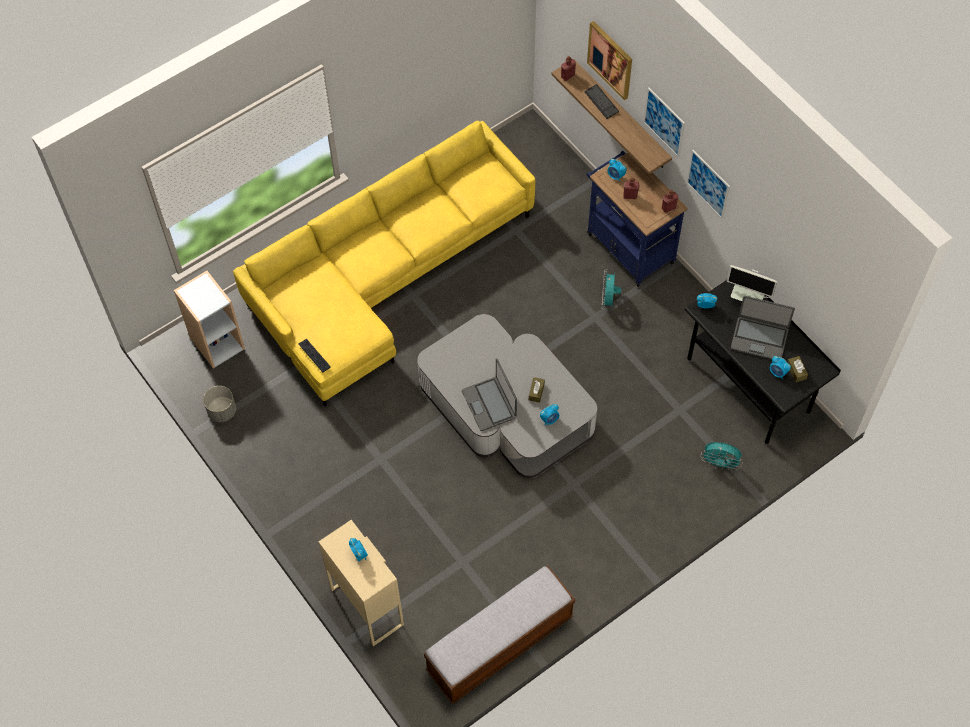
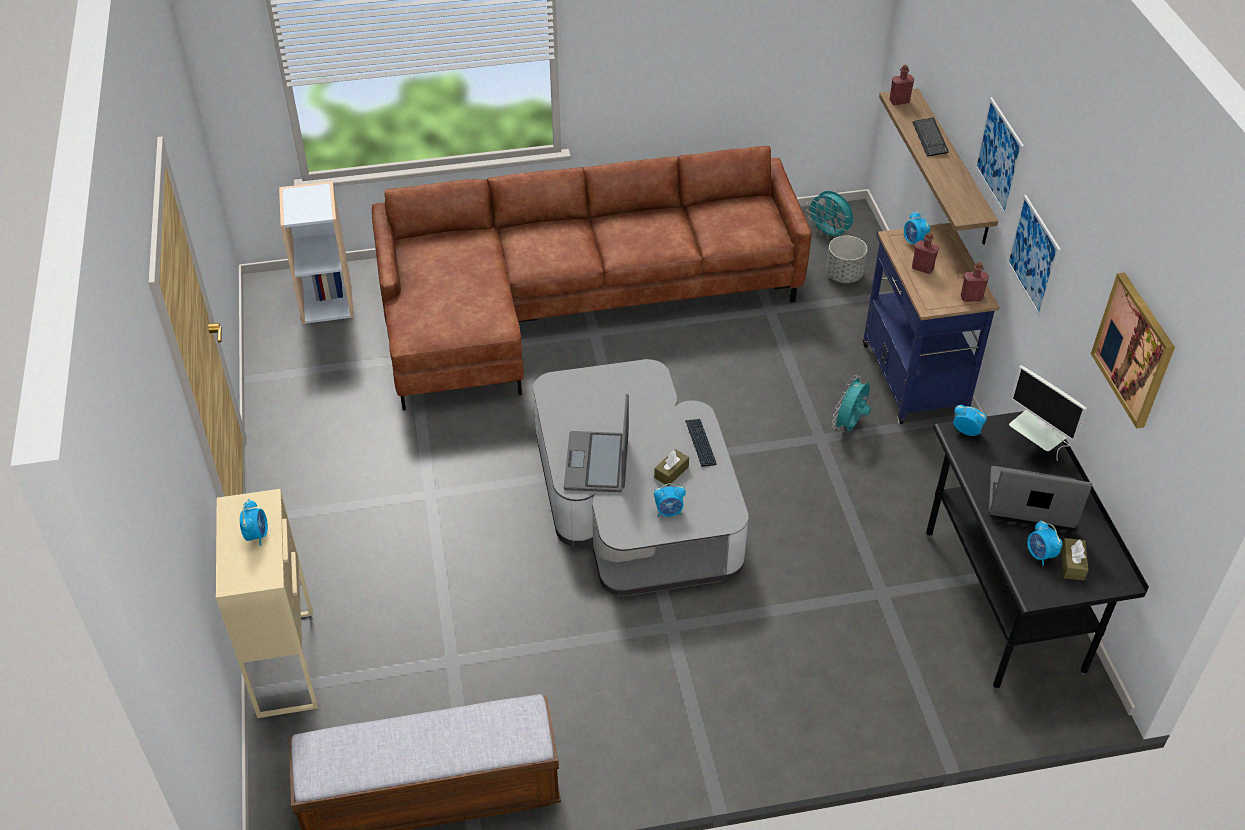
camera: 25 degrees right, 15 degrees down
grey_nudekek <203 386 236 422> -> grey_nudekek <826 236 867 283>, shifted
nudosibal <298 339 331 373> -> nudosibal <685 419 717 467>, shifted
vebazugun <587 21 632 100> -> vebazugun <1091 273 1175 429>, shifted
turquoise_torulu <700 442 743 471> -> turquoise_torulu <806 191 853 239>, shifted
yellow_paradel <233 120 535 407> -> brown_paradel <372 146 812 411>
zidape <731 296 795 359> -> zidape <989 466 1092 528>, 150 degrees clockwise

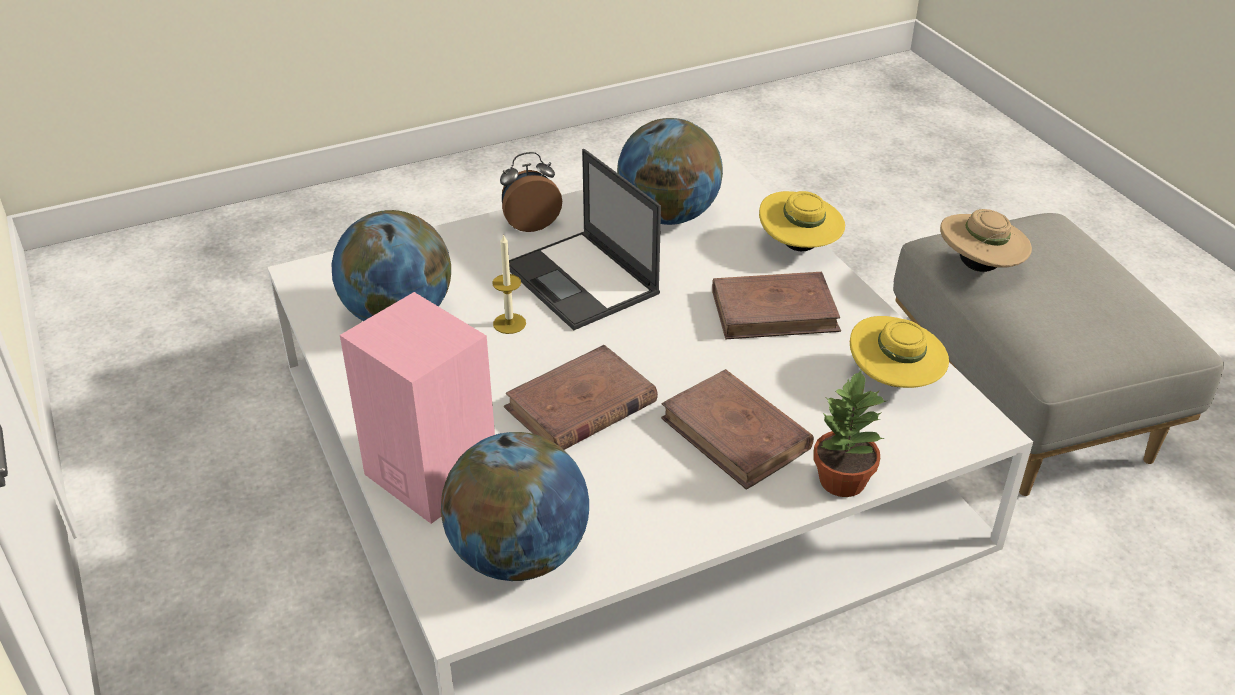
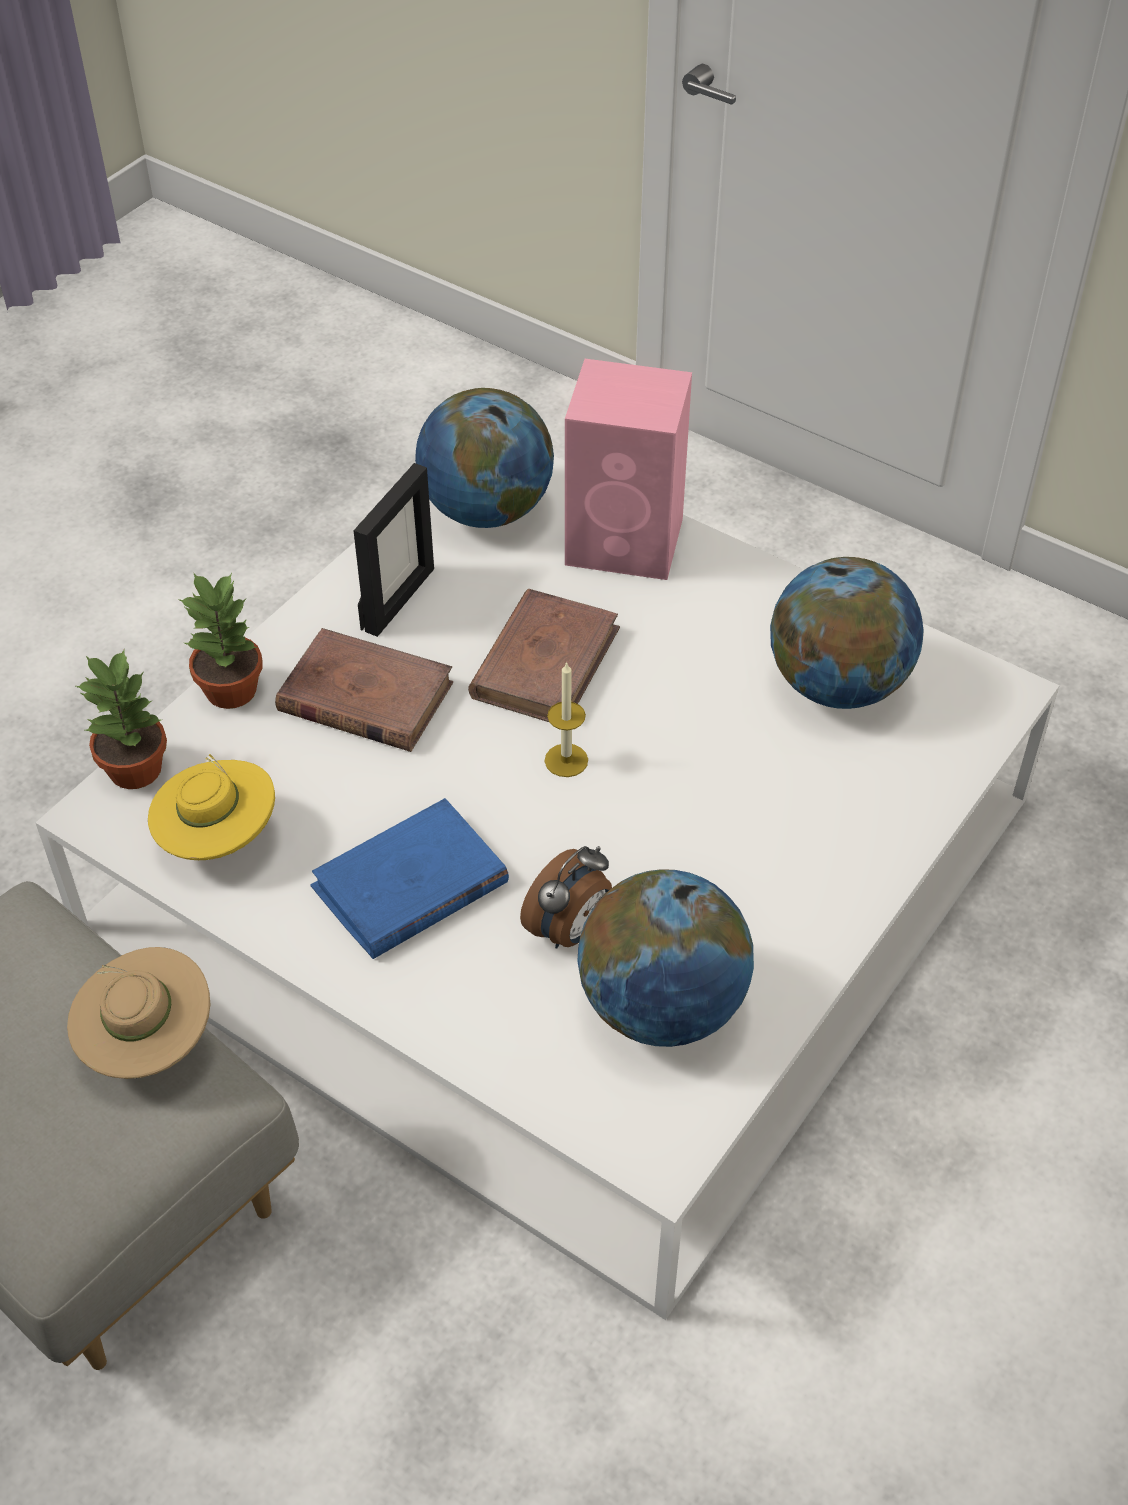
camera: 150 degrees right, 10 degrees up
zidape <509 149 661 330> -> none
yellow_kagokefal <759 191 845 251> -> none
none -> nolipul <76 648 167 789>
none -> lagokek <354 463 434 637>
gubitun <492 234 526 334> -> gubitun <545 661 588 777>, shifted
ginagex <500 152 562 232> -> ginagex <520 846 612 949>, shifted
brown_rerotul <712 272 841 339> -> blue_rerotul <310 798 509 959>

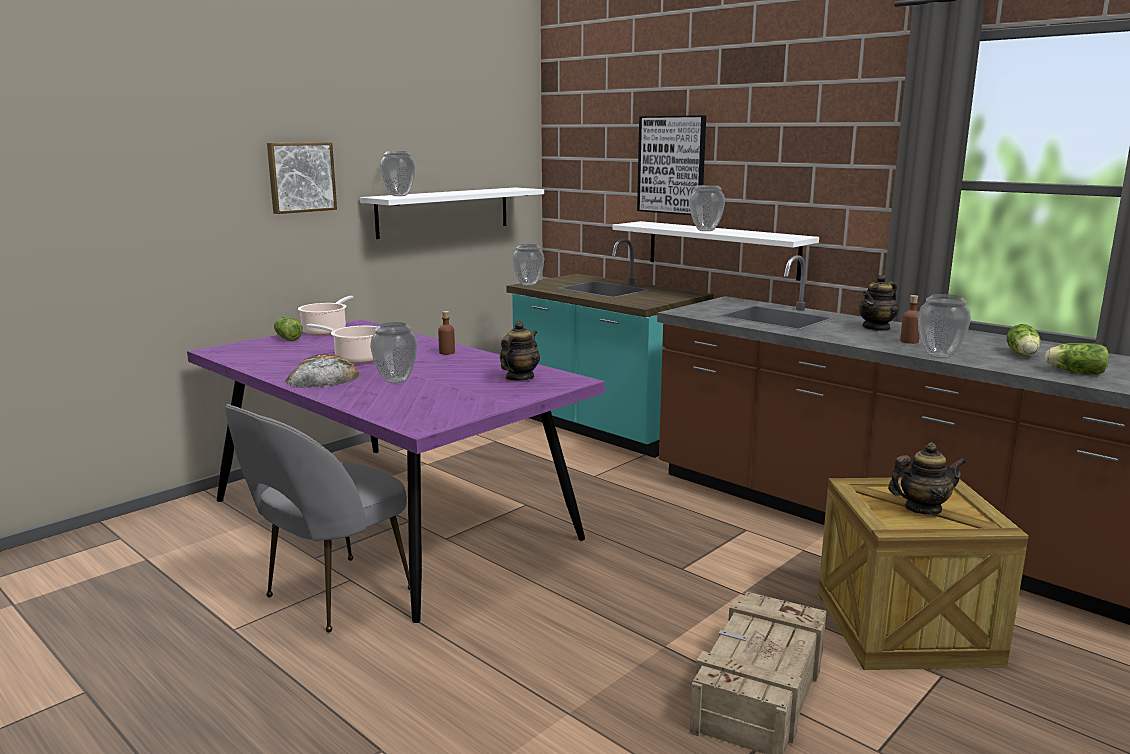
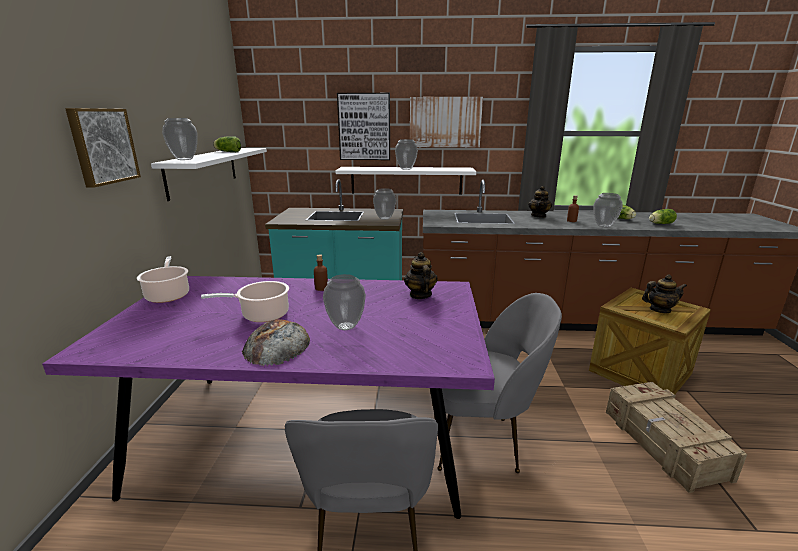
camera: 40 degrees left, 5 degrees up
none -> vebazugun <410 97 483 147>
none -> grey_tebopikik <437 293 562 473>
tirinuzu <274 317 303 341> -> tirinuzu <213 136 241 152>, shifted
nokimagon <512 244 544 286> -> nokimagon <373 188 396 220>, shifted
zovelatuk <888 442 966 515> -> zovelatuk <642 274 687 313>, 45 degrees clockwise

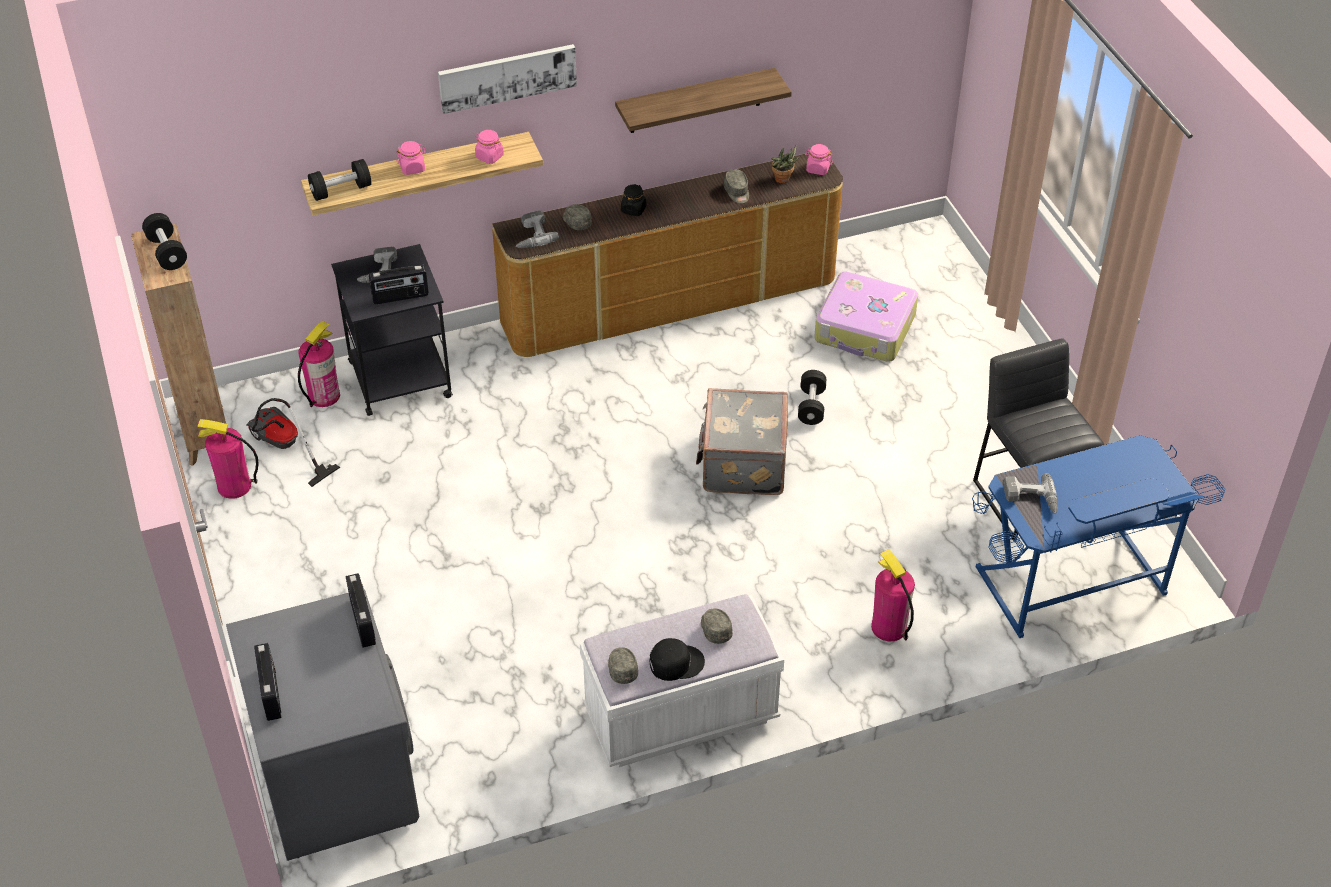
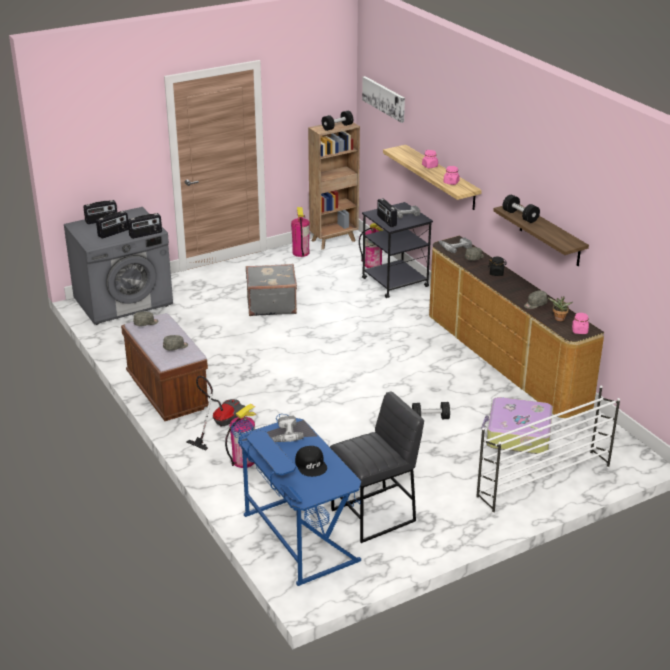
camera: 80 degrees right, 15 degrees down
none -> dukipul <96 211 128 239>
none -> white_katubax <476 385 620 514>
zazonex <246 398 341 487> -> zazonex <187 376 245 451>, shifted
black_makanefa <308 159 371 201> -> black_makanefa <503 195 540 223>, shifted
vebazugun <438 44 577 114> -> vebazugun <362 76 405 123>, shifted
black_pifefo <649 638 705 681> -> black_pifefo <295 446 327 477>, shifted
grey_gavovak <696 388 788 495> -> grey_gavovak <246 264 297 316>, shifted
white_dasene <580 594 784 767> -> brown_dasene <121 313 209 421>

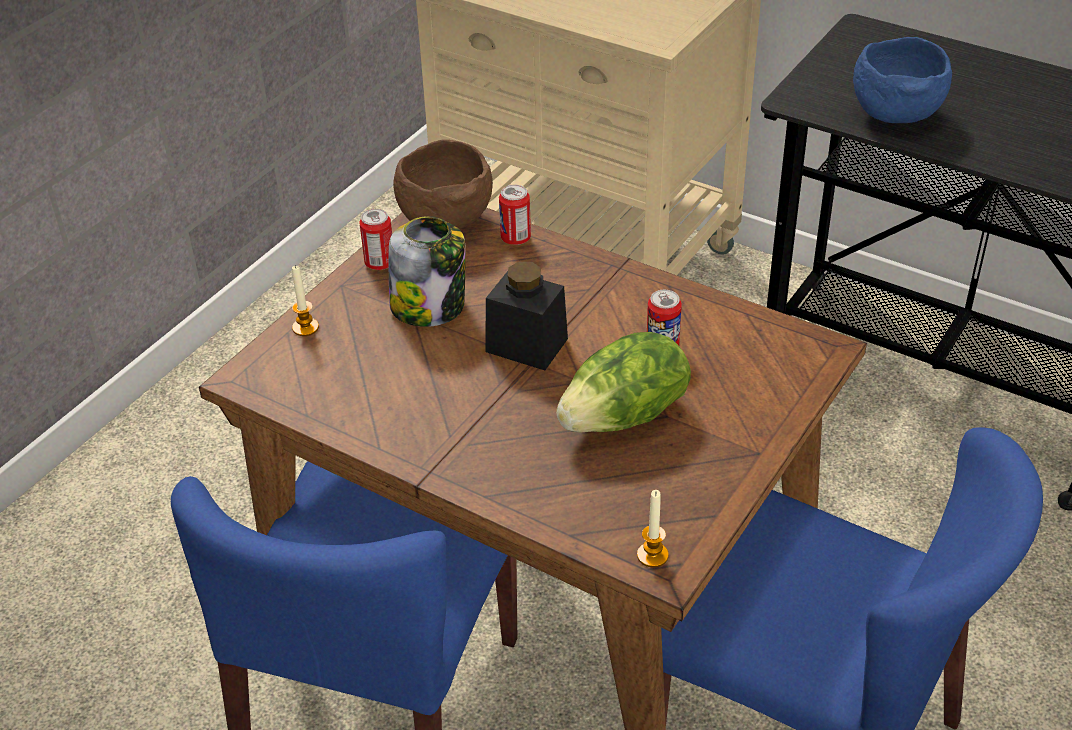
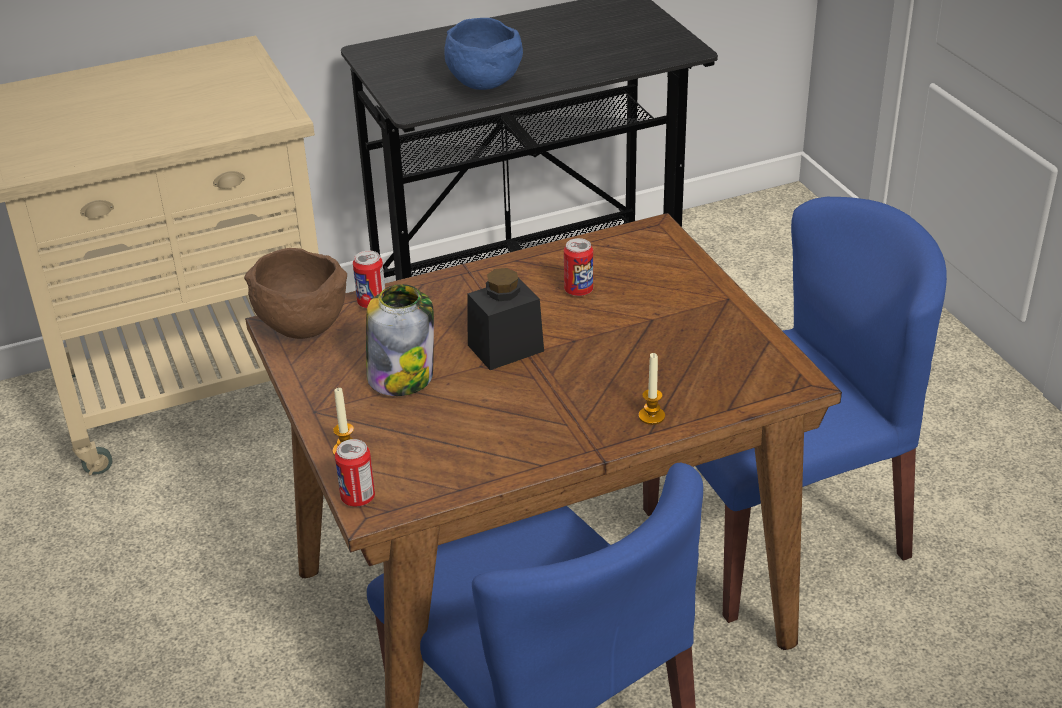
camera: 55 degrees left, 5 degrees down
tirinuzu <556 332 691 432> -> none
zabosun <359 209 392 270> -> zabosun <335 439 375 507>, shifted
gubitun <637 490 669 568> -> gubitun <639 353 665 425>, shifted

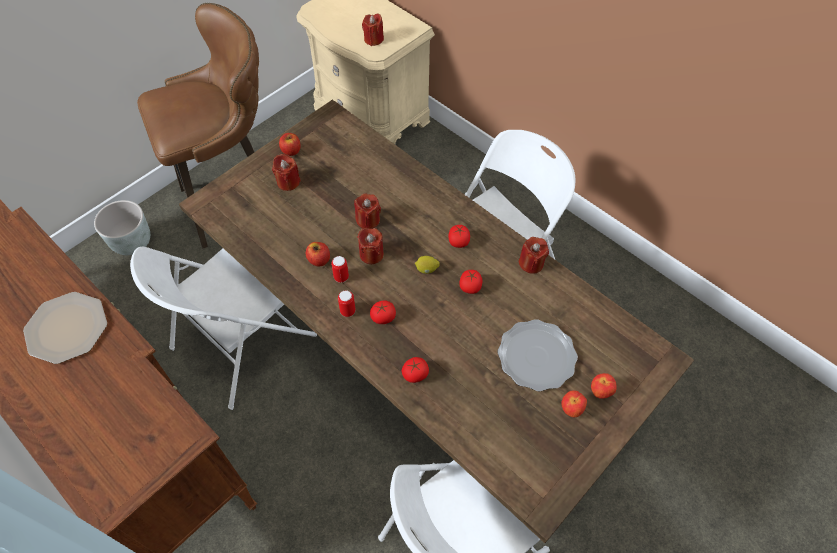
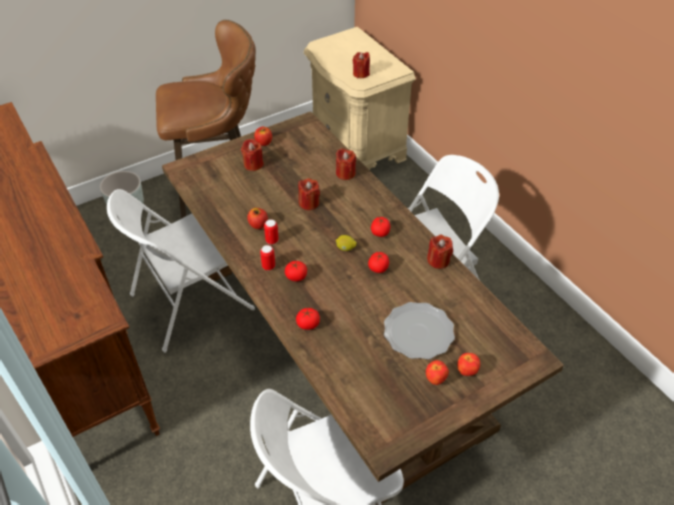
camera: 15 degrees right, 10 degrees down
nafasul <23 292 107 364> -> none
red_gubitun <357 228 384 264> -> red_gubitun <336 148 356 180>, shifted

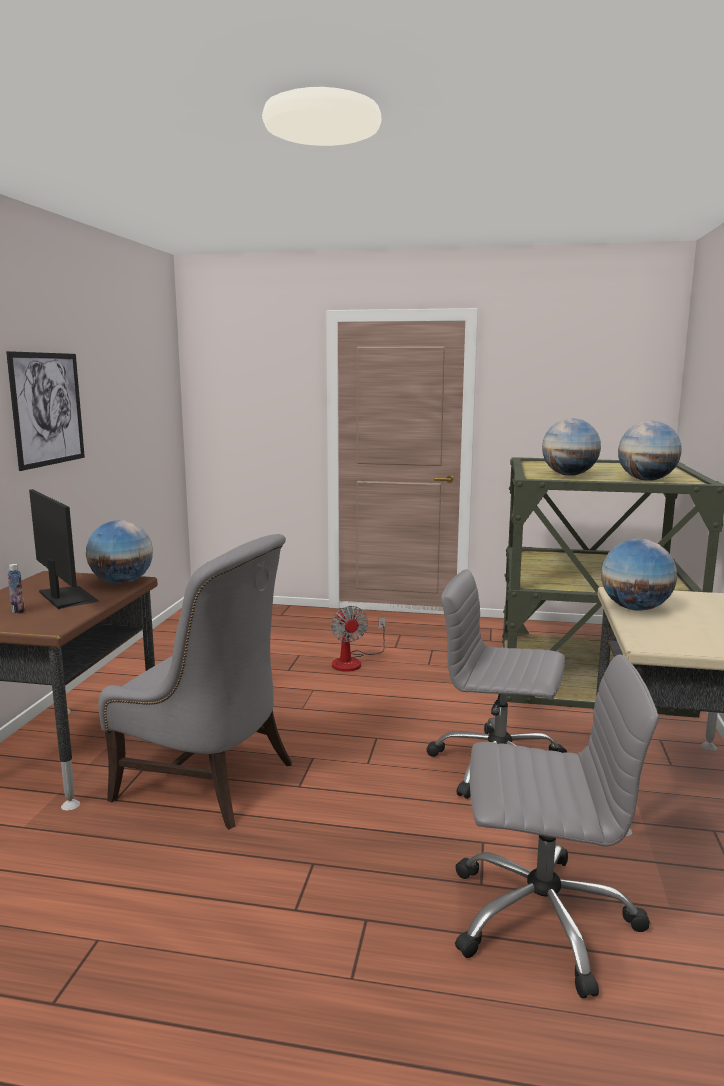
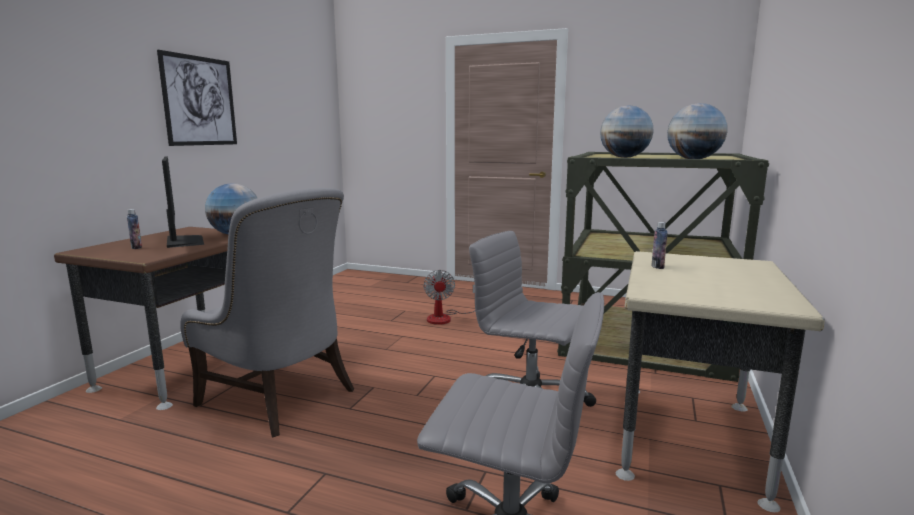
camera: 10 degrees right, 0 degrees up
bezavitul <601 539 677 611> -> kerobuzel <651 222 668 269>

